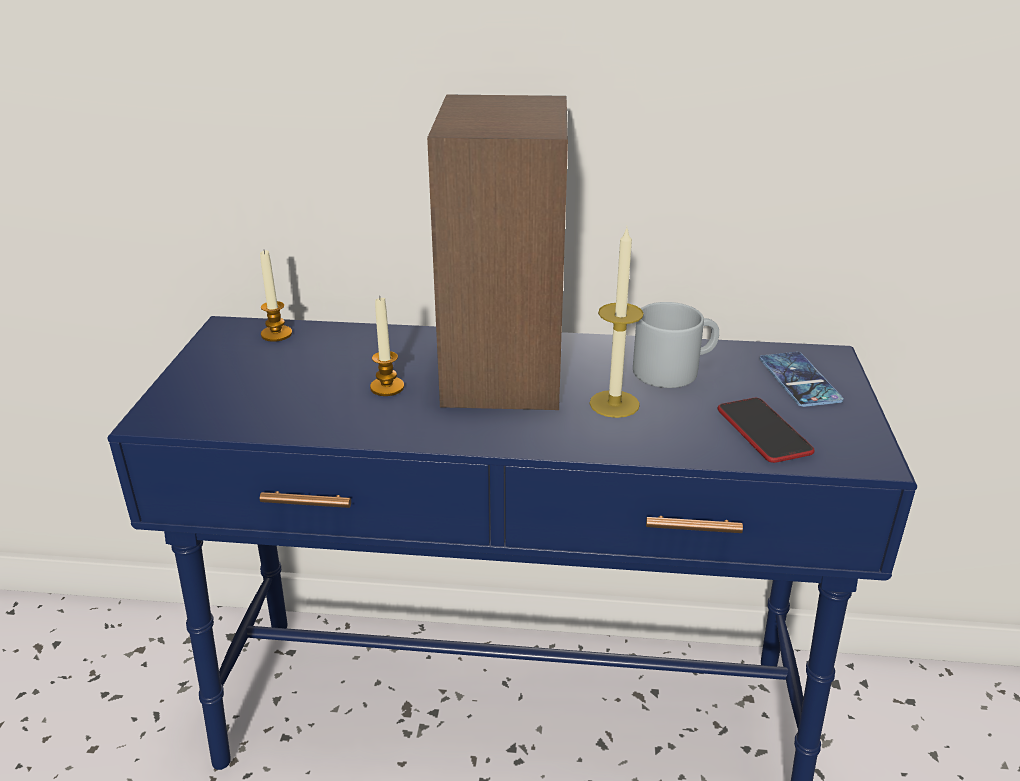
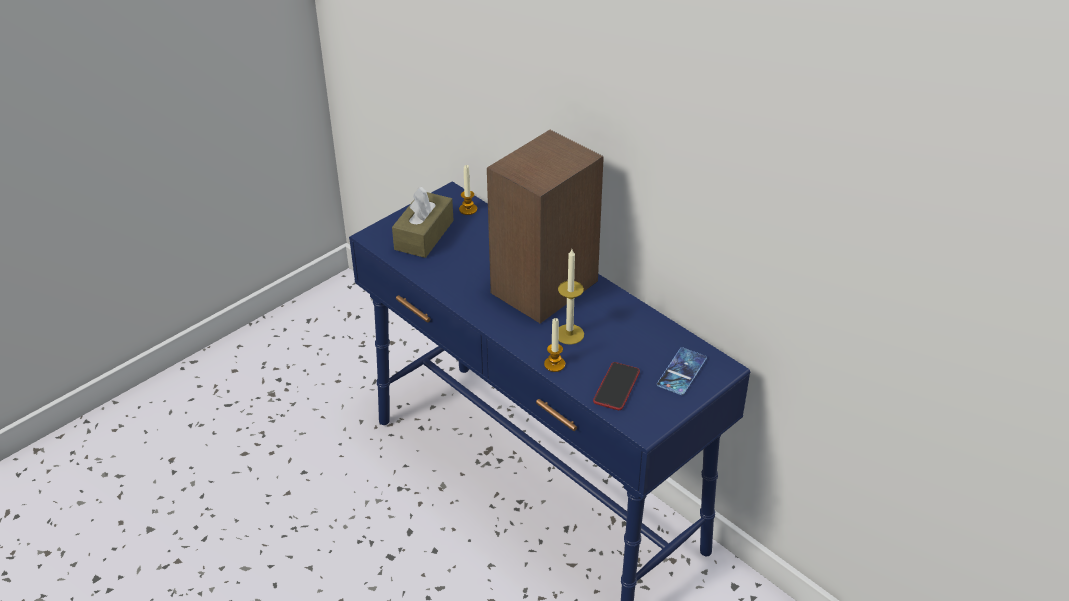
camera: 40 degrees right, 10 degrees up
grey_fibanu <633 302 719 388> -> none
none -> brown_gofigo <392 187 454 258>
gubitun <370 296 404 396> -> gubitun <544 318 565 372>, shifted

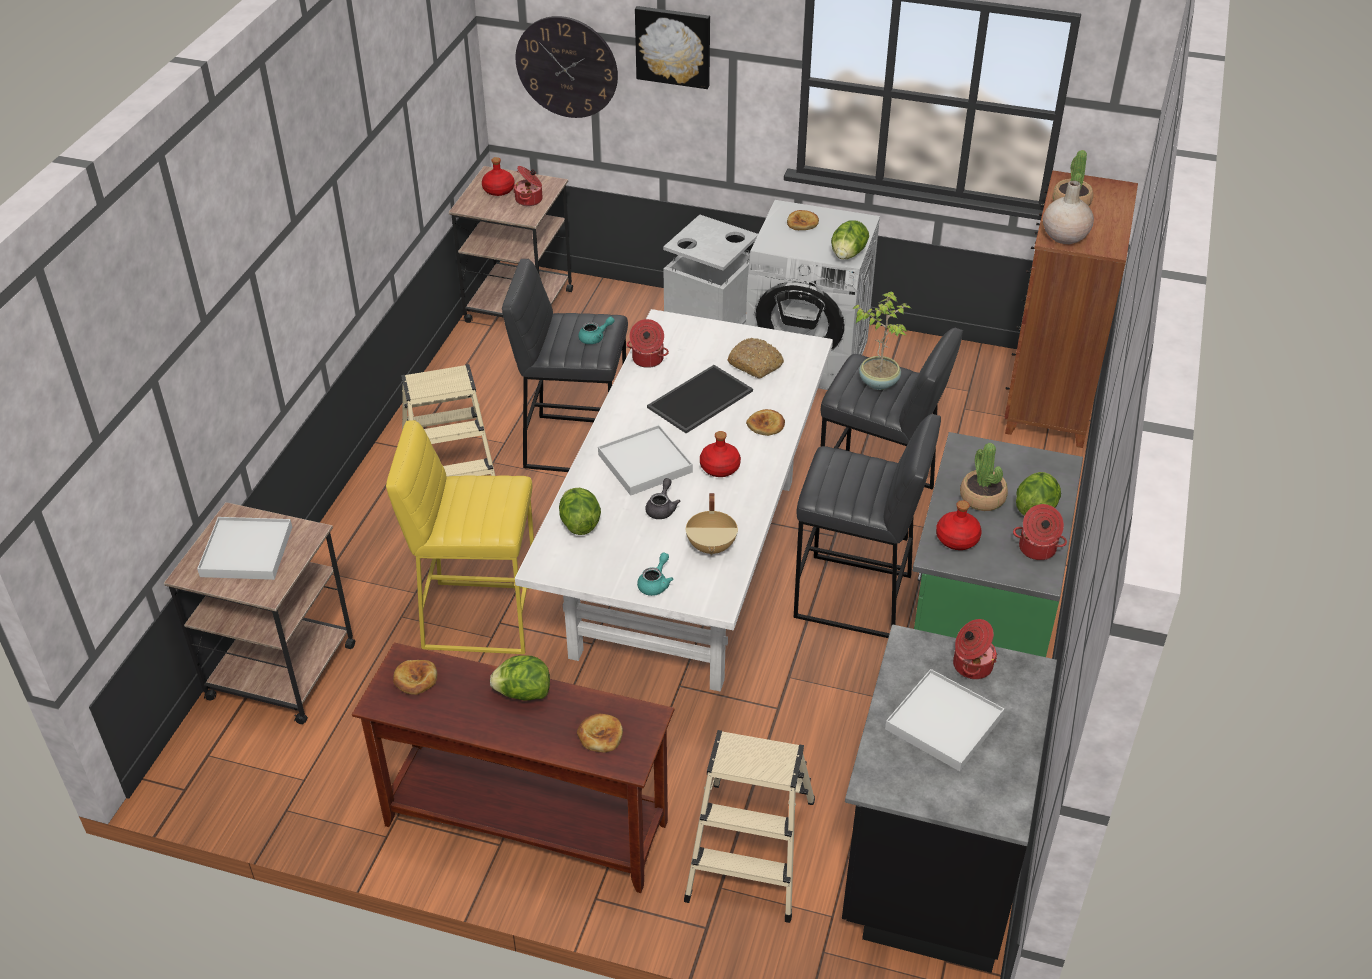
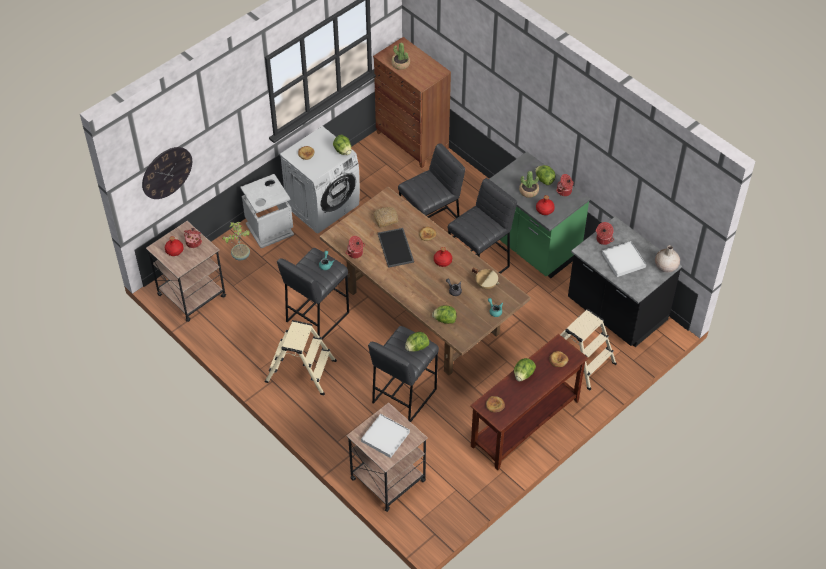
camera: 60 degrees left, 10 degrees up
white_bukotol <598 425 693 496> -> none
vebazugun <635 6 710 89> -> none
none -> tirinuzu <405 332 429 352>
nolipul <852 291 911 390> -> nolipul <222 222 250 261>, shifted
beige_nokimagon <1043 181 1094 244> -> beige_nokimagon <655 245 680 272>, shifted
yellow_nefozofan <386 420 534 654> -> grey_nefozofan <368 326 439 422>
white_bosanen <515 309 833 692> -> brown_bosanen <320 187 531 375>

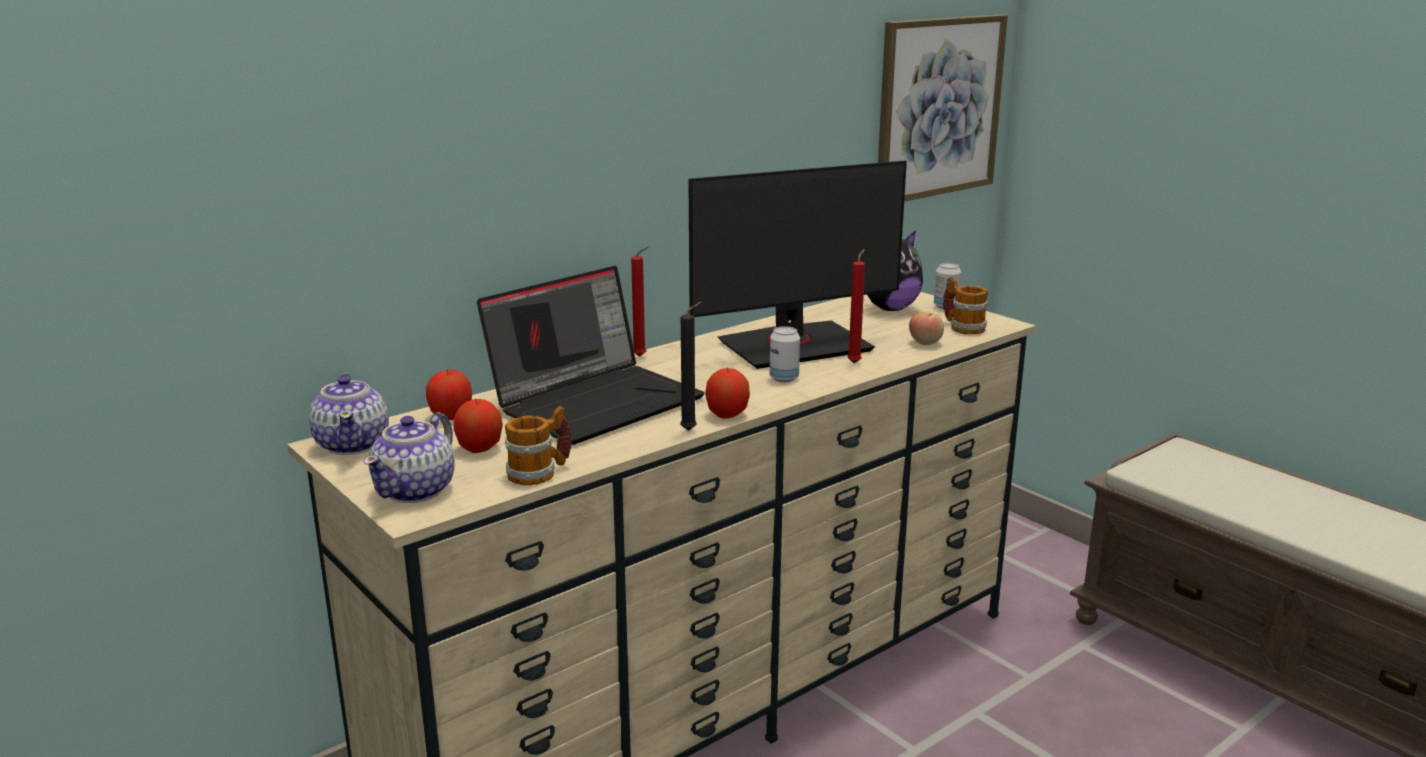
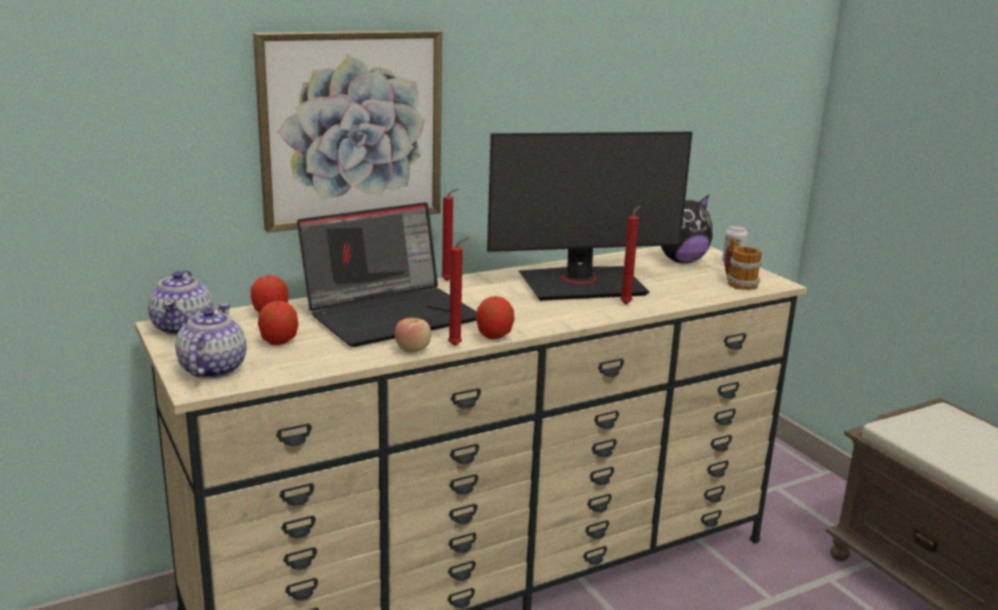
camera: 10 degrees right, 0 degrees up
fibanu <505 406 572 485> -> none
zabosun <770 326 800 382> -> none
vebazugun <878 15 1008 202> -> vebazugun <253 30 442 232>, shifted
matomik <909 312 944 345> -> matomik <395 318 431 353>, shifted
black_gubitun <680 302 702 431> -> red_gubitun <448 237 469 346>
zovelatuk <364 412 455 503> -> zovelatuk <175 304 247 379>, 150 degrees clockwise

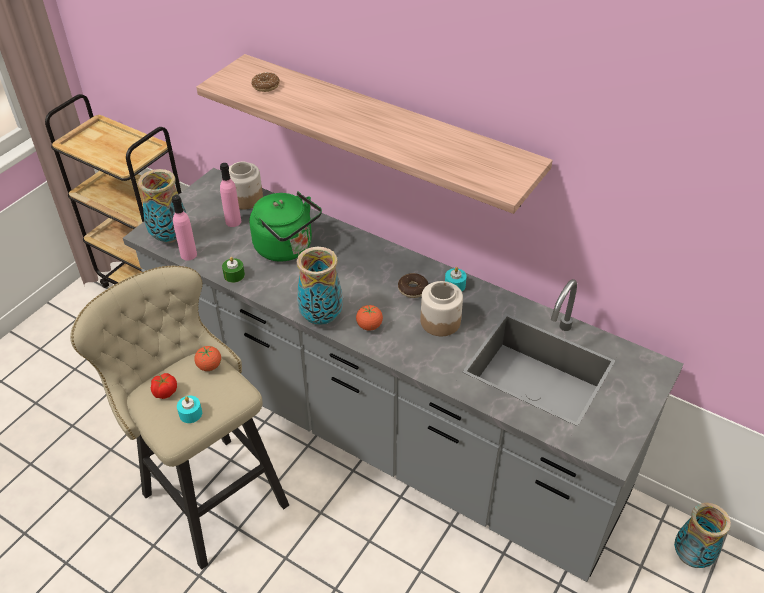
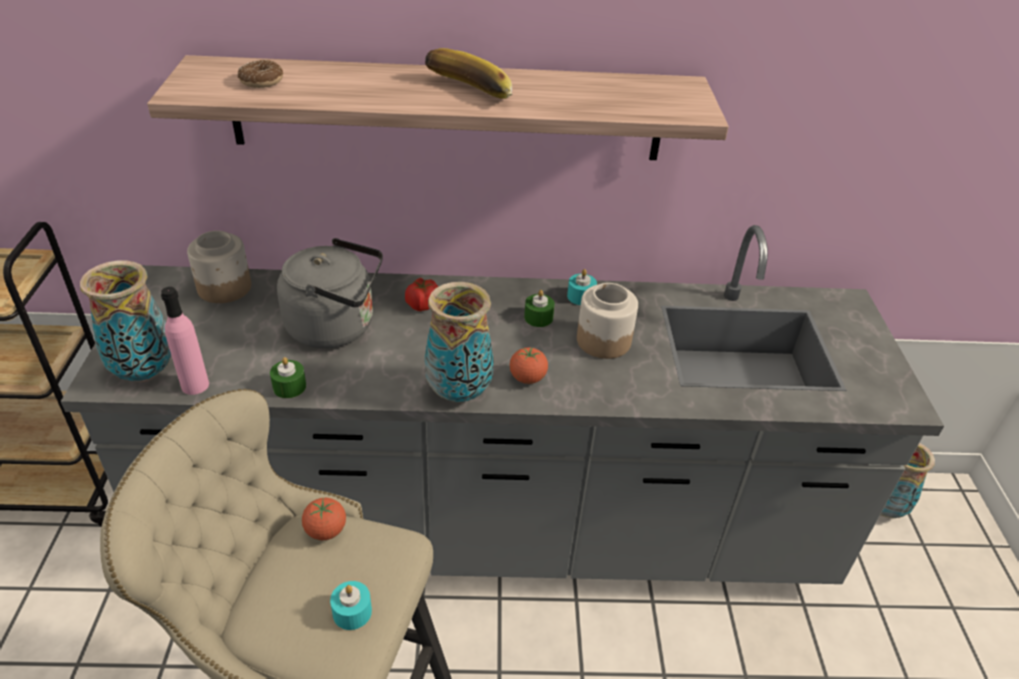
camera: 35 degrees left, 5 degrees down
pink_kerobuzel <220 163 241 227> -> none
none -> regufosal <425 48 512 99>
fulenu <151 373 177 399> -> fulenu <405 278 438 311>, shifted
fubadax <398 273 428 298> -> green_gubitun <524 290 555 327>
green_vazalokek <250 192 322 262> -> grey_vazalokek <277 238 383 348>

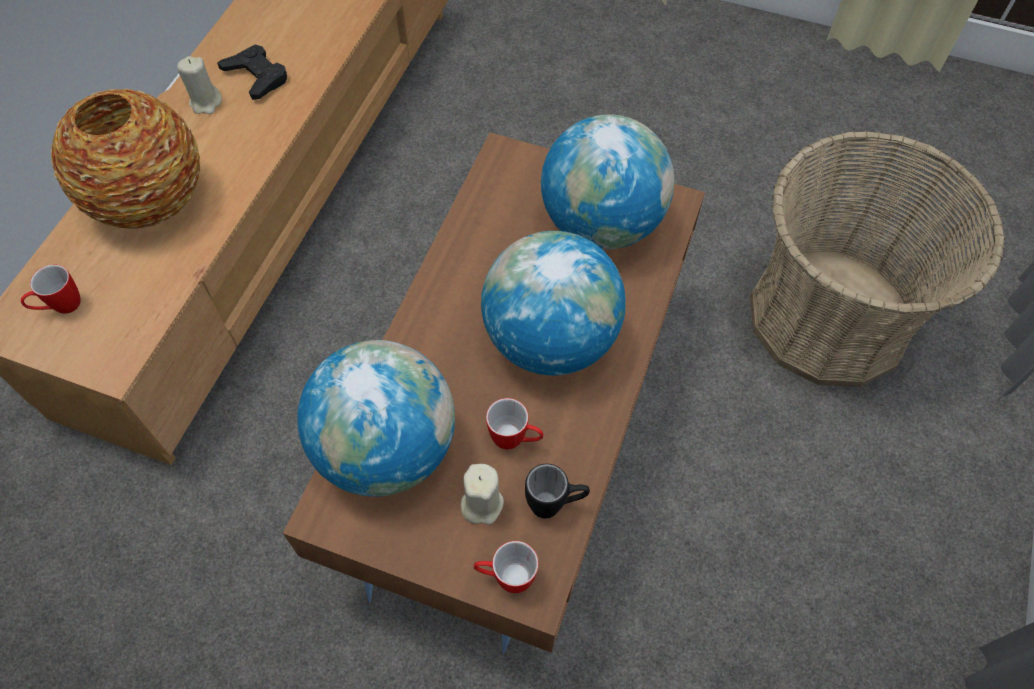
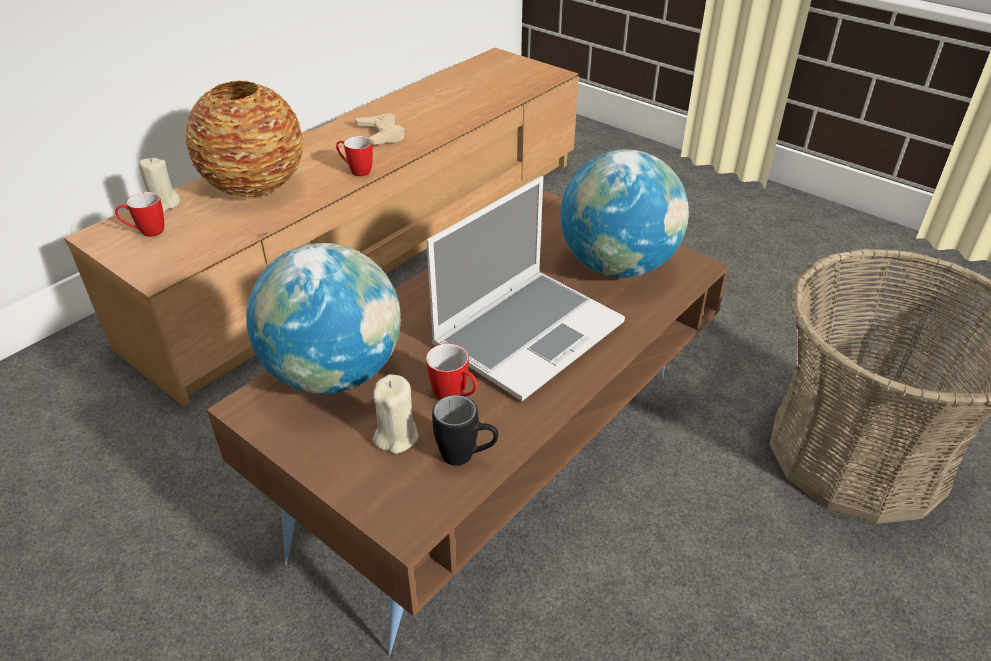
camera: 20 degrees right, 20 degrees down
beige_gubitun <177 56 222 114> -> beige_gubitun <138 158 180 213>, shifted
fibanu <474 541 539 593> -> fibanu <336 136 373 176>, shifted
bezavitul <481 231 626 376> -> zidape <426 176 625 401>
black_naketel <217 45 287 100> -> beige_naketel <355 113 405 145>

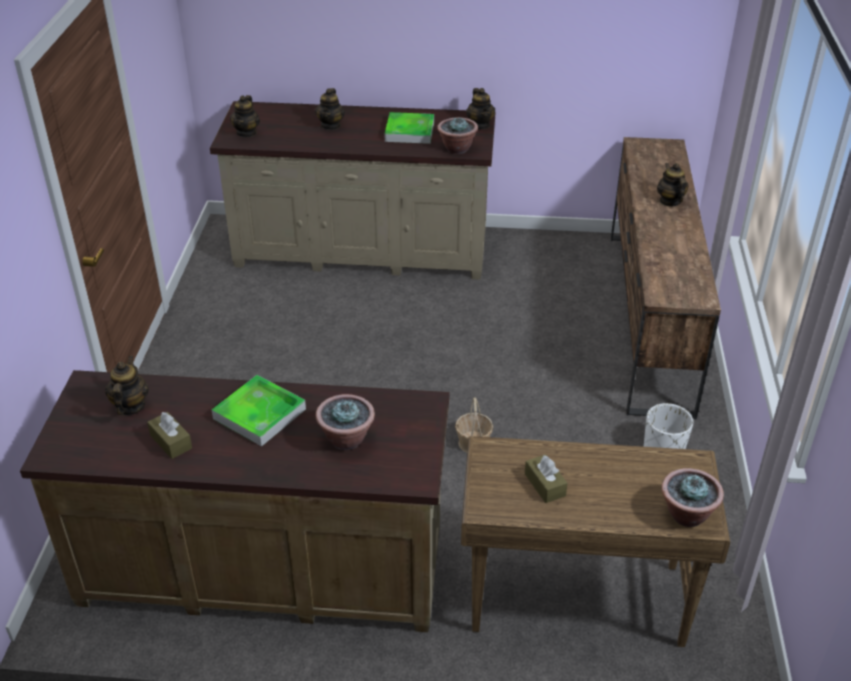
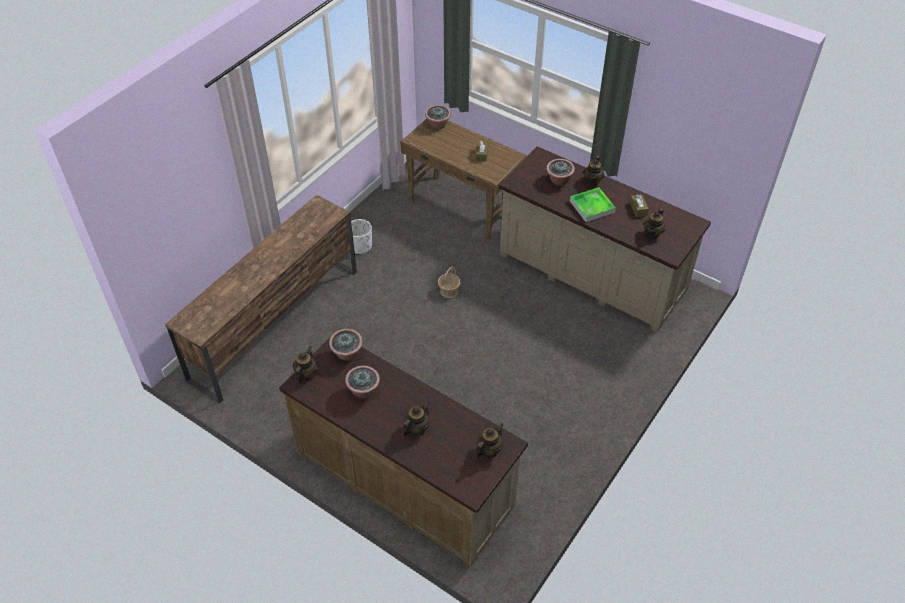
camera: 150 degrees left, 10 degrees up
zovelatuk <657 163 689 206> -> zovelatuk <583 156 605 186>, shifted
bukotol <384 112 434 144> -> nolipul <345 366 380 399>

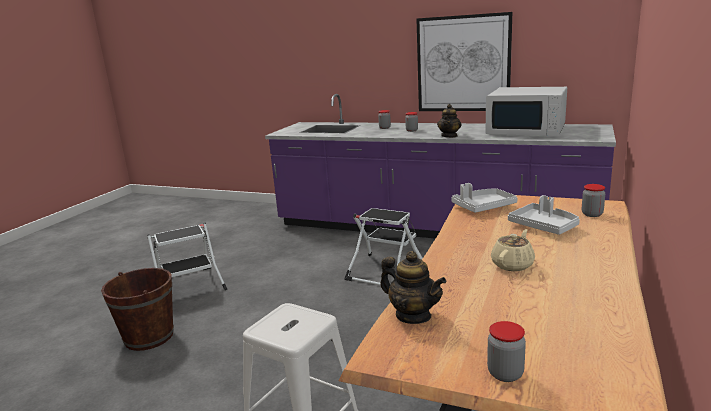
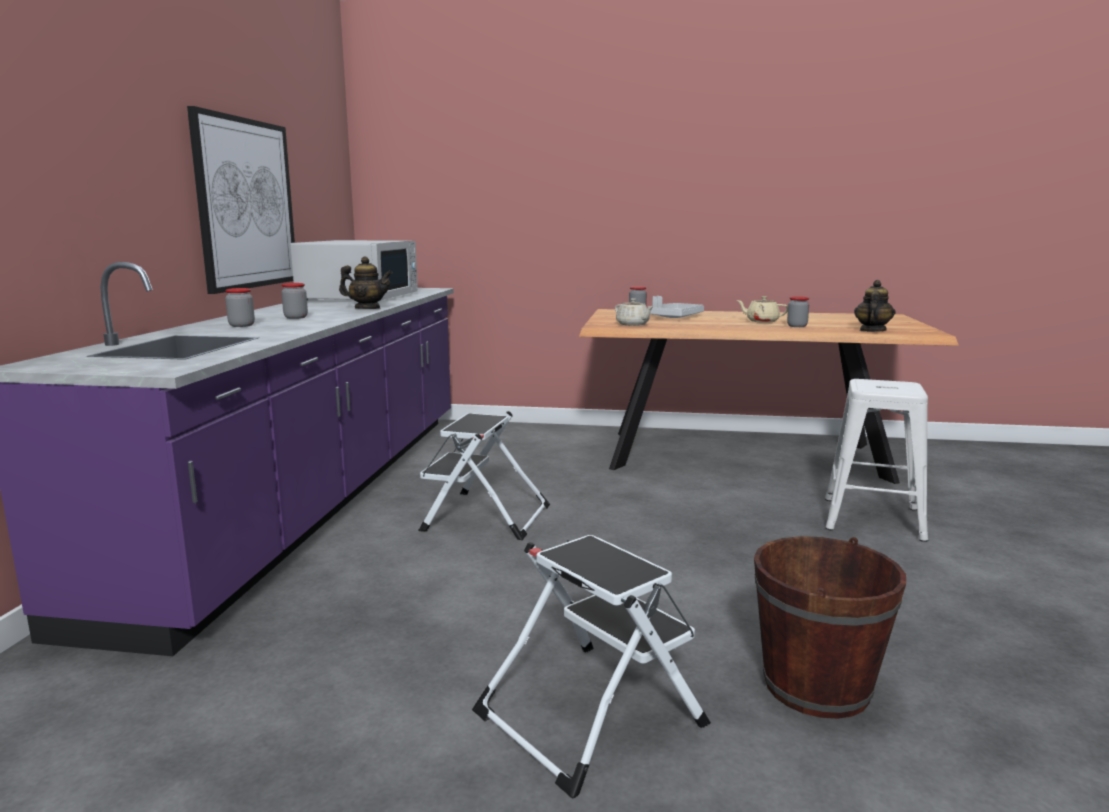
camera: 105 degrees left, 5 degrees down
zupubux <487 321 526 382> -> zupubux <787 296 809 327>, shifted
grey_bukotol <451 183 518 213> -> beige_zovelatuk <615 298 654 326>

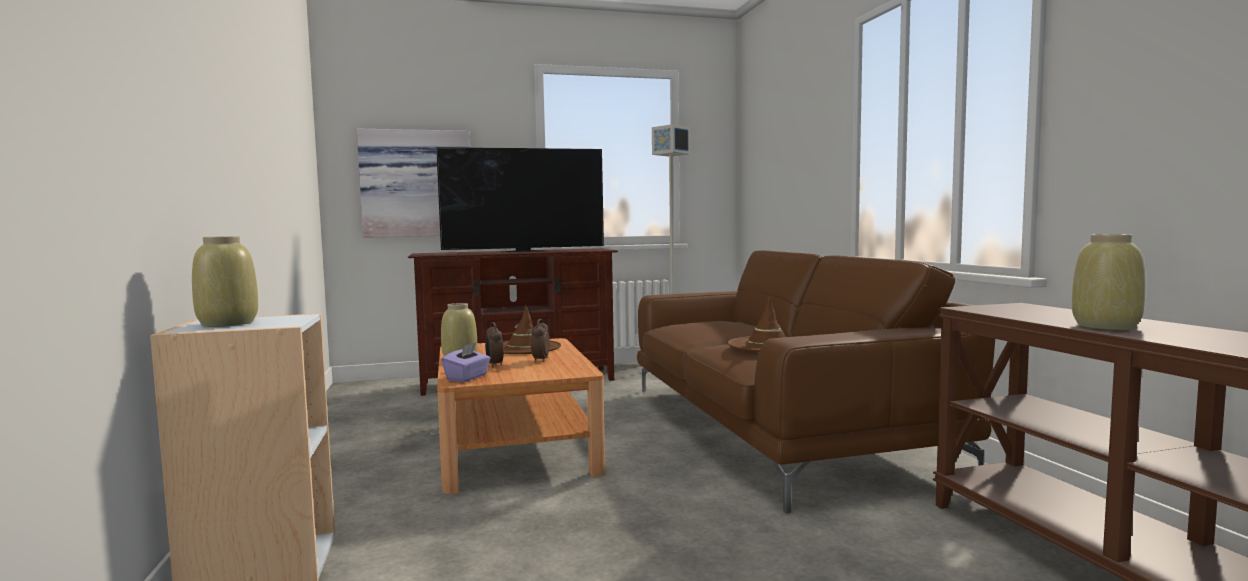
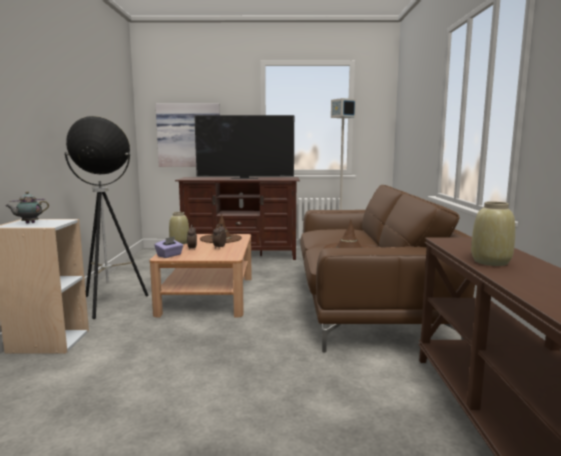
camera: 15 degrees right, 5 degrees up
none -> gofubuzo <64 116 148 319>
beige_nokimagon <192 236 258 327> -> zovelatuk <6 192 49 224>

